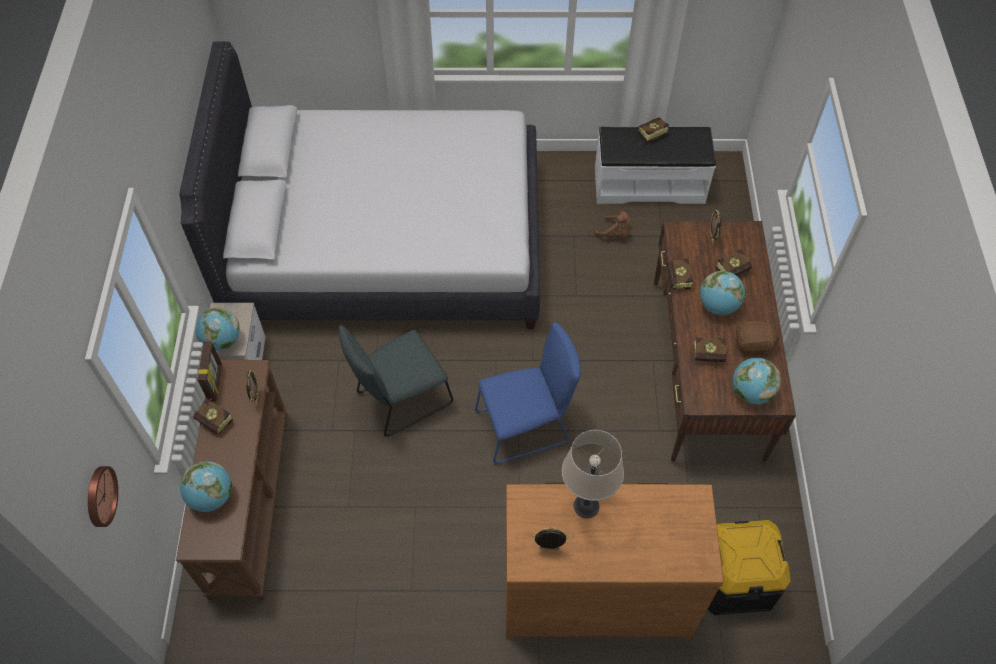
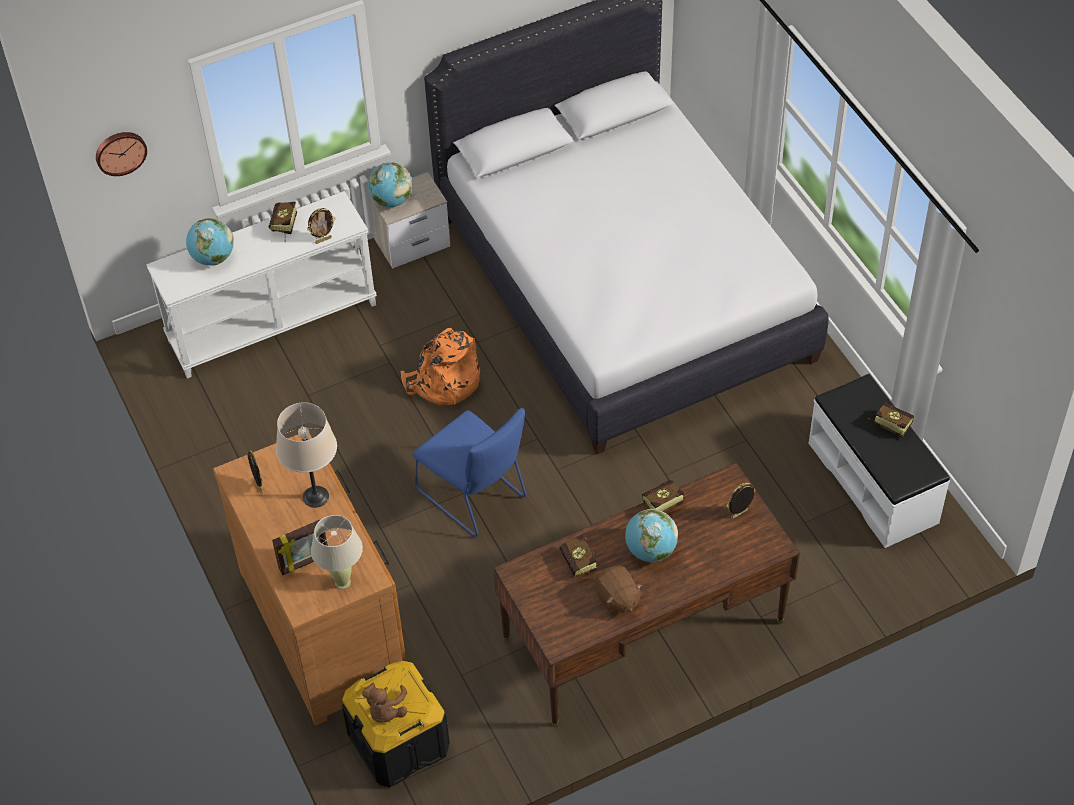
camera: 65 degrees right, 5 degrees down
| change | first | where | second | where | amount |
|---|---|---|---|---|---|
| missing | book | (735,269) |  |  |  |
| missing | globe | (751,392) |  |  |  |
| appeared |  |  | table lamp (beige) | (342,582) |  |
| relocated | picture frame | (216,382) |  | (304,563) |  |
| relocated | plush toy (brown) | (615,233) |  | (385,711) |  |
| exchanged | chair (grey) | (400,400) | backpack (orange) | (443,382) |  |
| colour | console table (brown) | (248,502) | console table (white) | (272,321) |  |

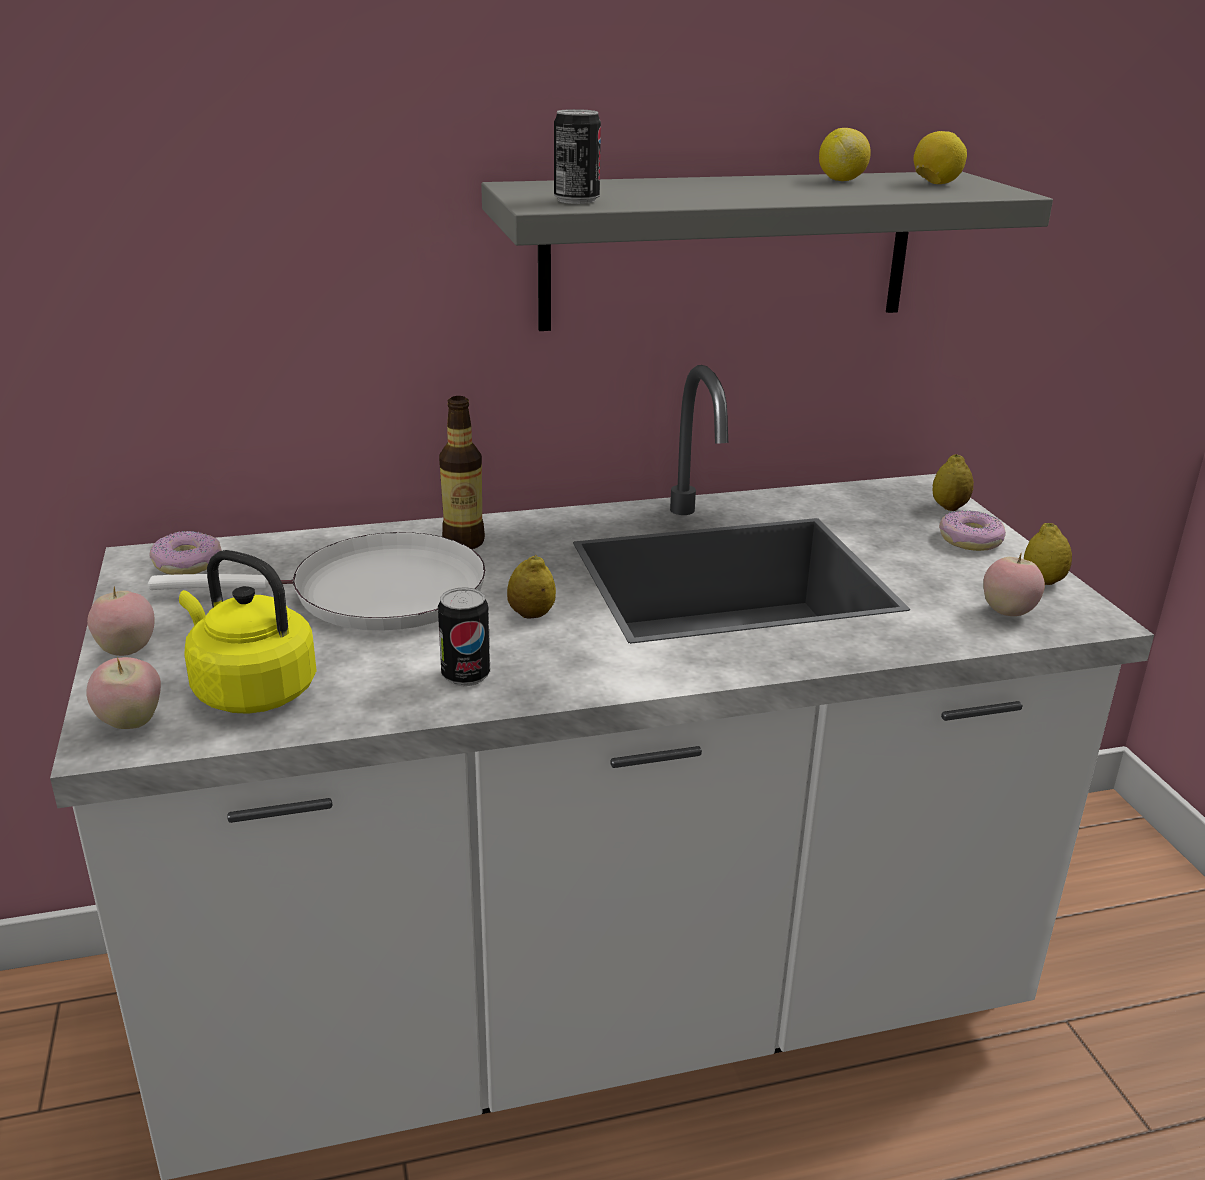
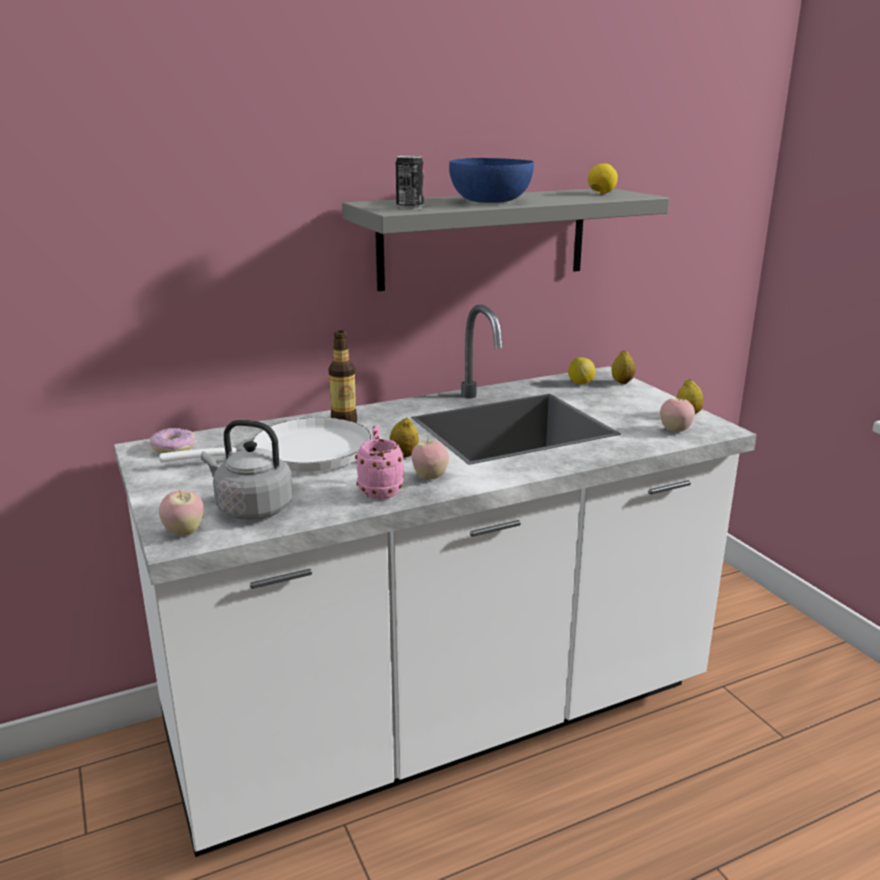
camera: 10 degrees left, 5 degrees down
| change | first | where | second | where | amount |
|---|---|---|---|---|---|
| missing | donut | (970,540) |  |  |  |
| appeared |  |  | bowl (blue) | (491,201) |  |
| relocated | apple | (127,651) |  | (430,477) |  |
| relocated | lemon | (841,180) |  | (580,383) |  |
| exchanged | can | (465,675) | mug (pink) | (379,489) |  |
| colour | kettle (yellow) | (250,690) | kettle (grey) | (251,509) |  |

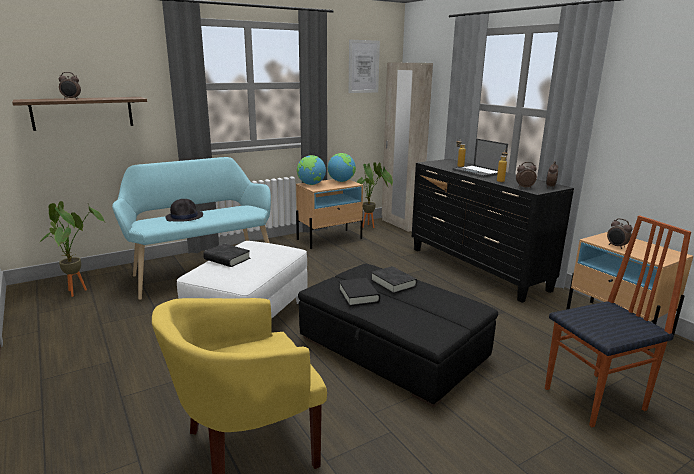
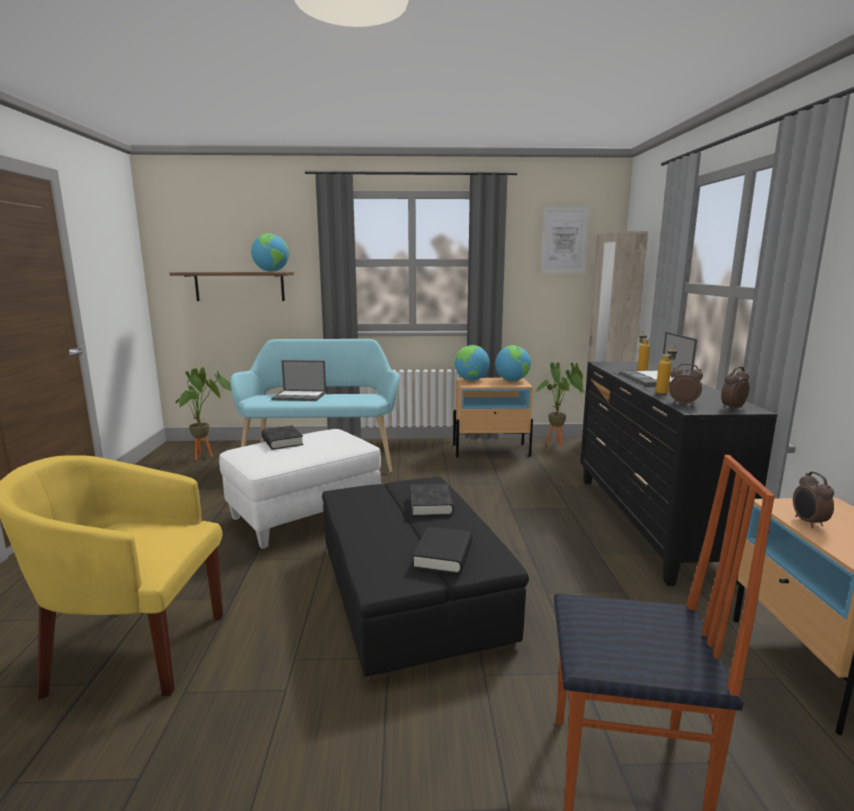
camera: 30 degrees right, 5 degrees down
| change | first | where | second | where | amount |
|---|---|---|---|---|---|
| missing | alarm clock | (71,99) |  |  |  |
| appeared |  |  | globe | (271,271) |  |
| relocated | book (black) | (358,295) |  | (443,555) |  |
| exchanged | hat (black) | (184,217) | laptop | (300,396) |  |

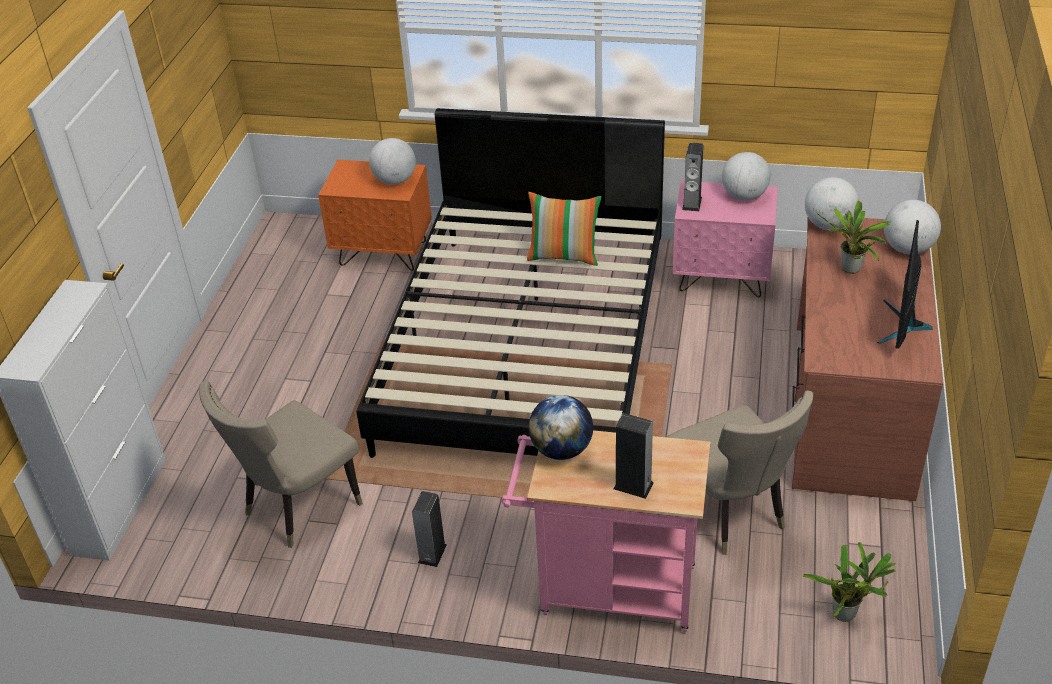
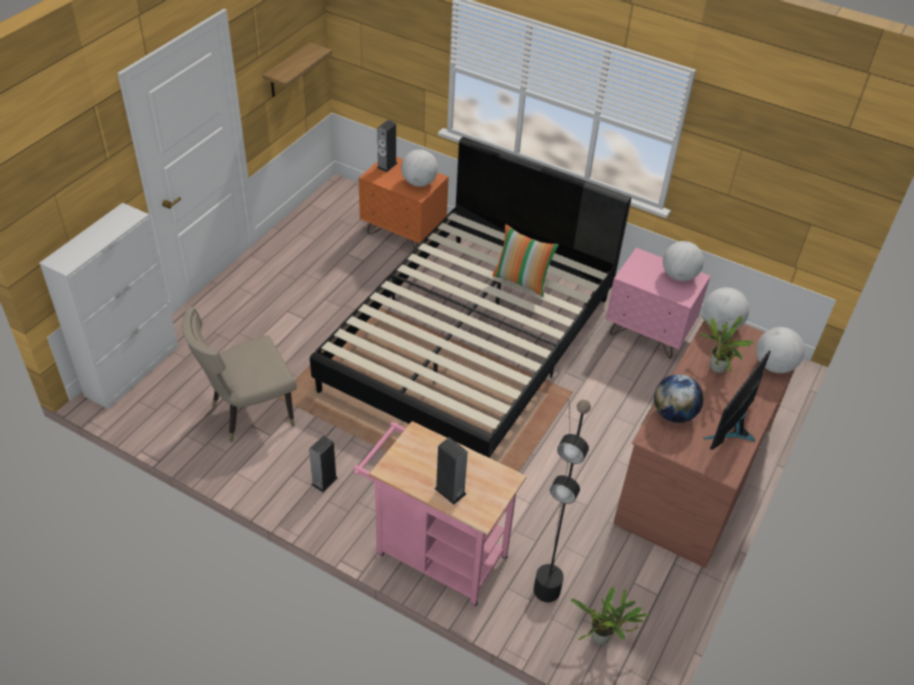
camera: 15 degrees right, 5 degrees up
| change | first | where | second | where | amount |
|---|---|---|---|---|---|
| appeared |  |  | shelf | (287,71) |  |
| relocated | globe | (561,450) |  | (673,414) |  |
| relocated | speaker | (692,203) |  | (387,165) |  |
| exchanged | chair (beige) | (731,515) | floor lamp (black) | (555,529) |  |

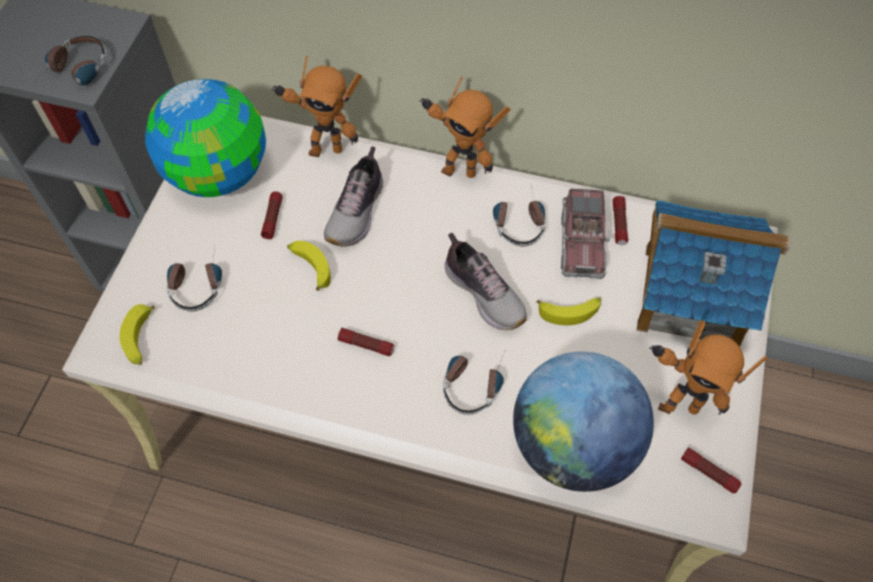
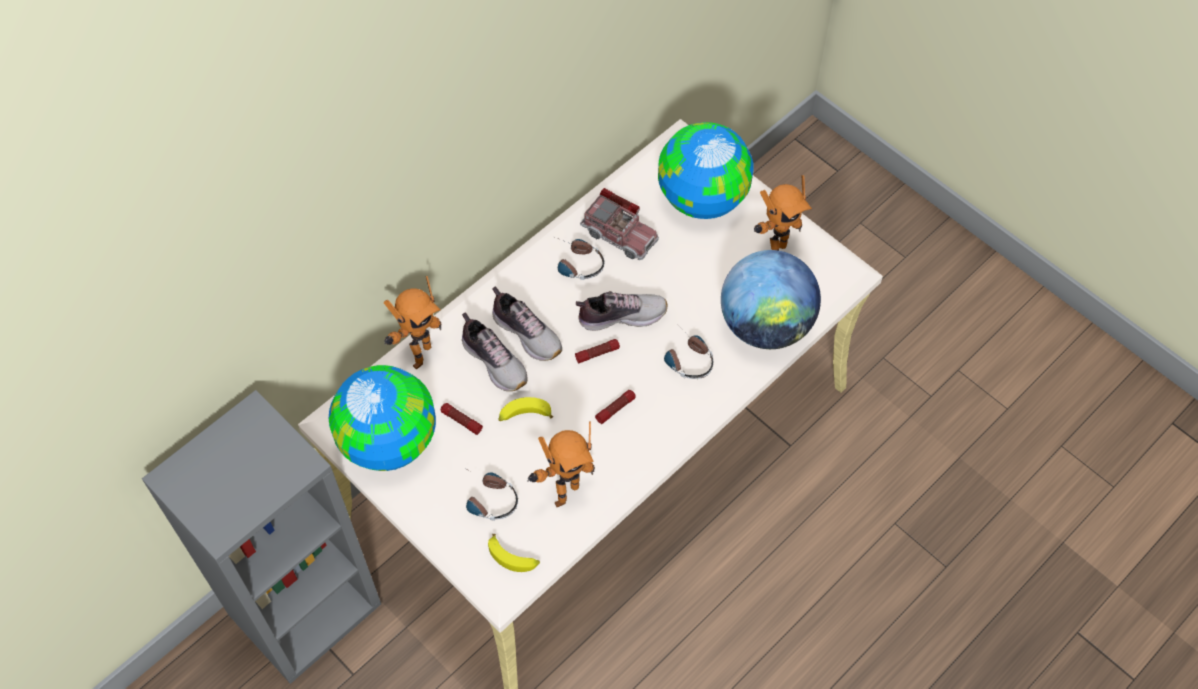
camera: 60 degrees left, 0 degrees up
| change | first | where | second | where | amount |
|---|---|---|---|---|---|
| missing | headphones | (75,73) |  |  |  |
| missing | banana | (570,311) |  |  |  |
| appeared |  |  | shoe | (527,333) |  |
| relocated | toy robot | (459,169) |  | (563,492) |  |
| relocated | flashlight | (709,473) |  | (597,353) |  |
| exchanged | toy house | (690,295) | globe | (701,198) |  |

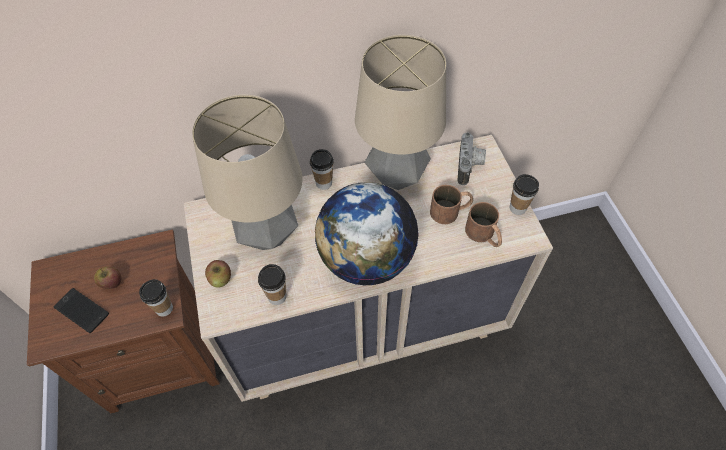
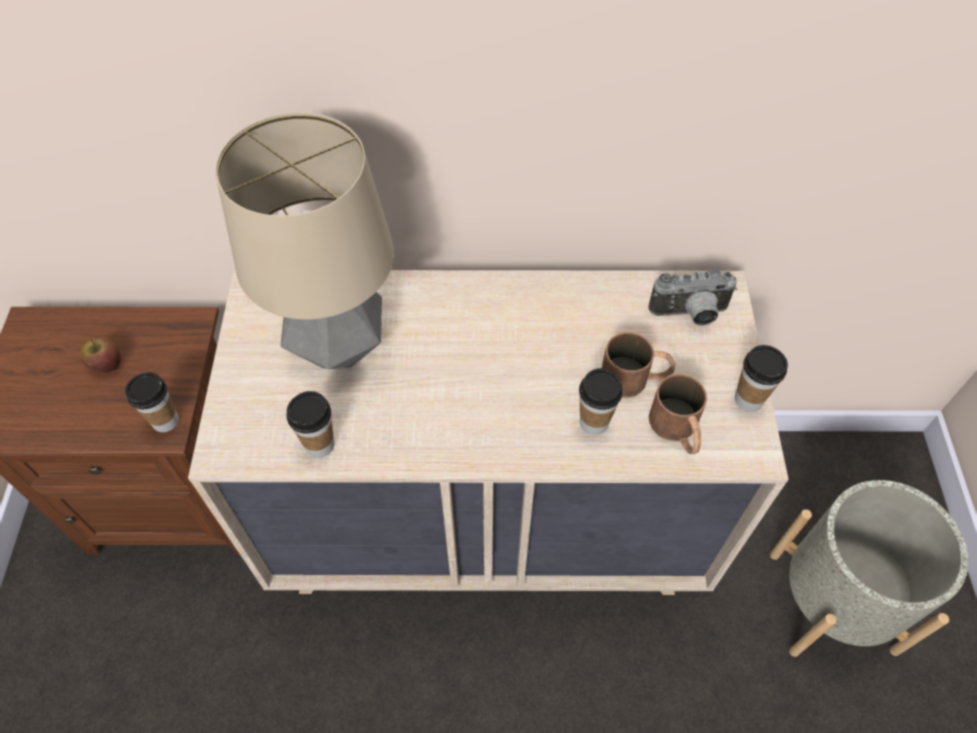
camera: 15 degrees right, 0 degrees up
| change | first | where | second | where | amount |
|---|---|---|---|---|---|
| missing | phone | (81,310) |  |  |  |
| missing | apple | (220,279) |  |  |  |
| missing | globe | (366,259) |  |  |  |
| missing | table lamp | (396,176) |  |  |  |
| appeared |  |  | planter (grey) | (832,601) |  |
| relocated | cup | (324,183) |  | (594,422) |  |
| spun | photo camera | (470,167) |  | (690,315) | 60 degrees clockwise |

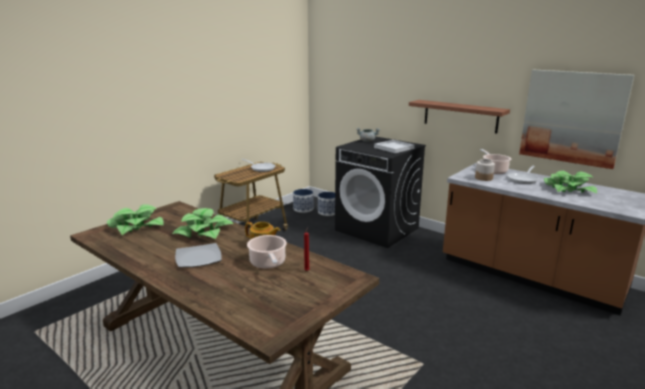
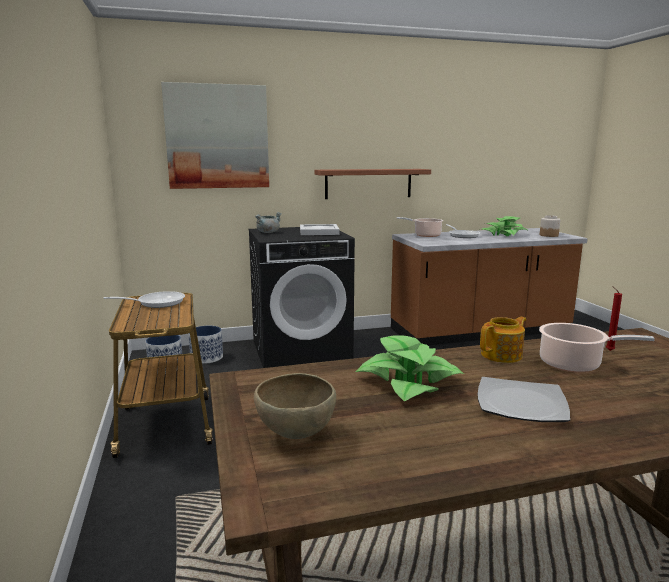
camera: 55 degrees left, 5 degrees down
| change | first | where | second | where | amount |
|---|---|---|---|---|---|
| relocated | jar | (484,178) |  | (548,235) |  |
| relocated | picture | (572,117) |  | (217,137) |  |
| exchanged | potted plant | (136,226) | bowl (brown) | (295,435) |  |

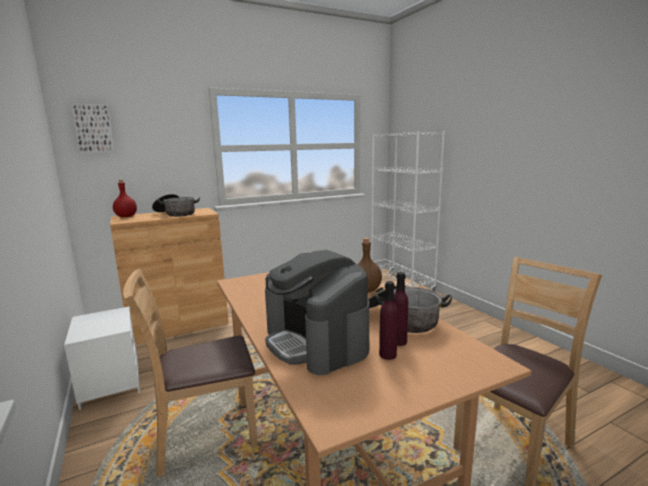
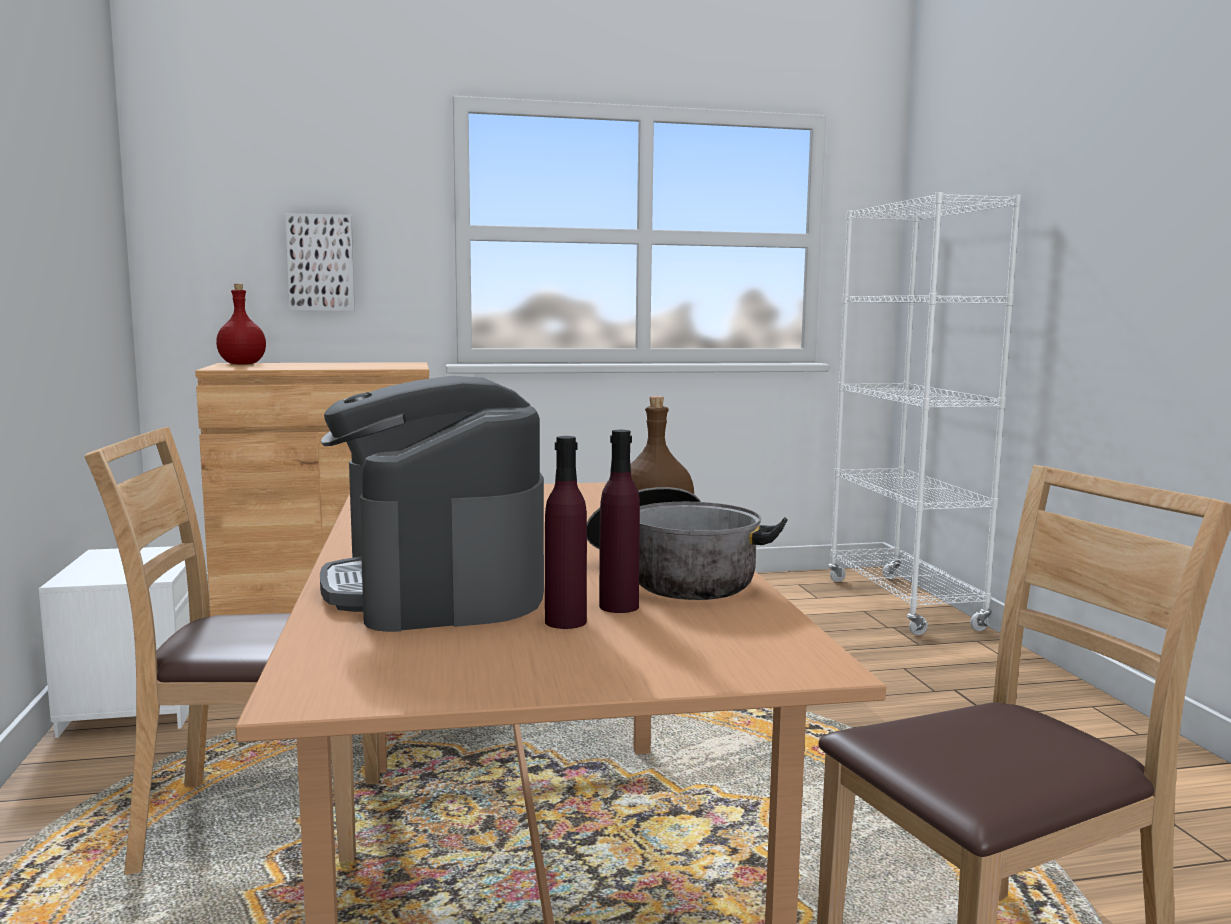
camera: 15 degrees right, 5 degrees down
| change | first | where | second | where | amount |
|---|---|---|---|---|---|
| missing | cooking pot | (176,214) |  |  |  |
| relocated | picture | (94,128) |  | (321,263) |  |

